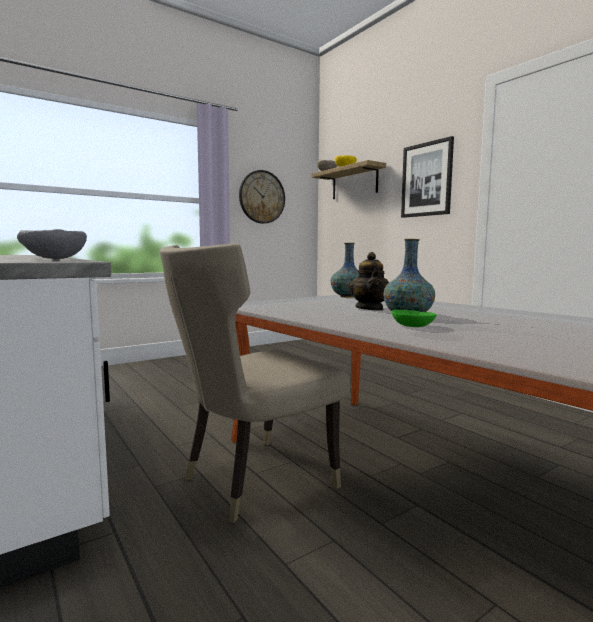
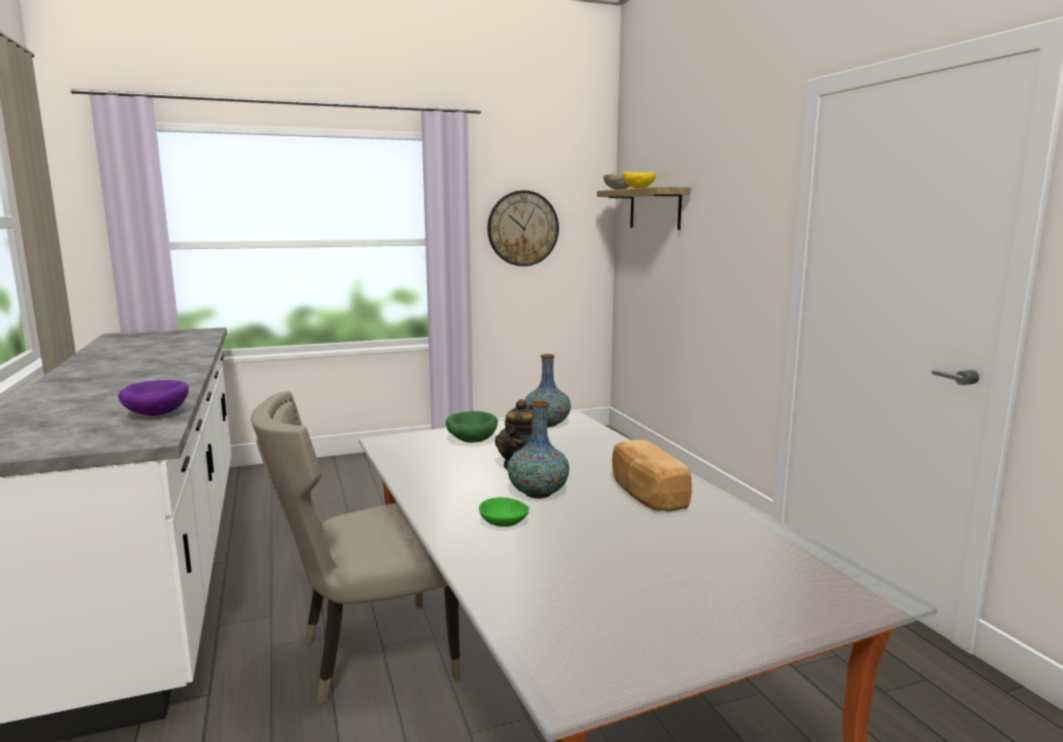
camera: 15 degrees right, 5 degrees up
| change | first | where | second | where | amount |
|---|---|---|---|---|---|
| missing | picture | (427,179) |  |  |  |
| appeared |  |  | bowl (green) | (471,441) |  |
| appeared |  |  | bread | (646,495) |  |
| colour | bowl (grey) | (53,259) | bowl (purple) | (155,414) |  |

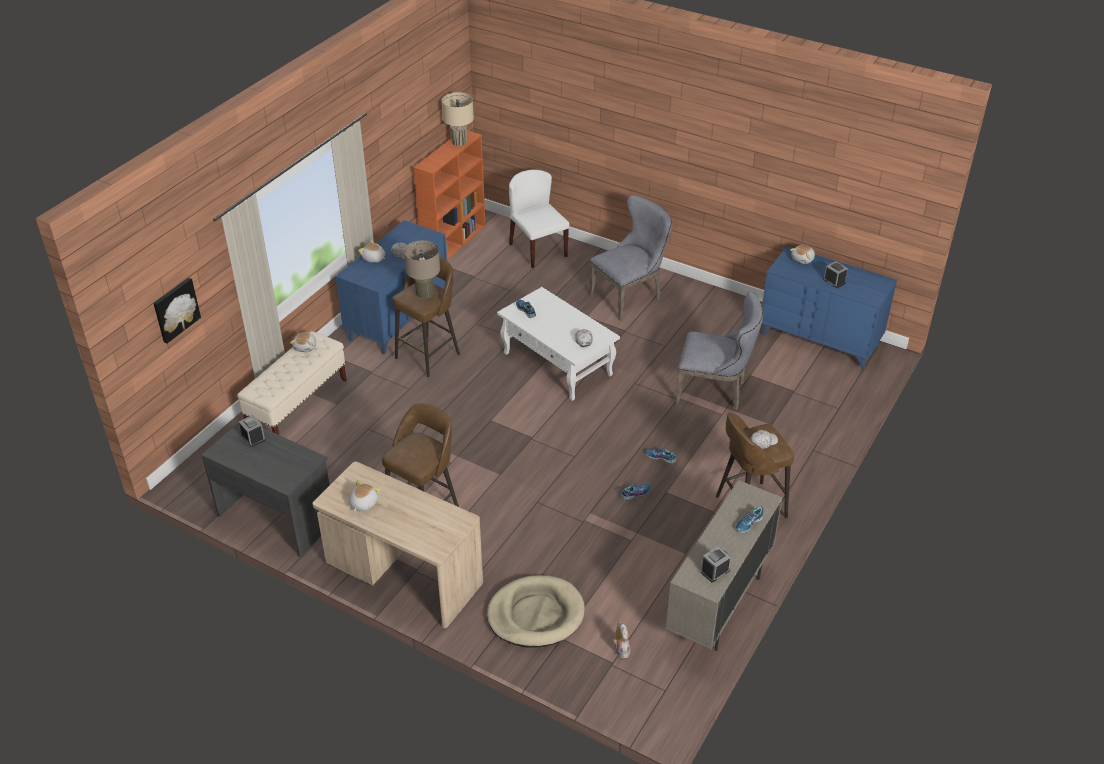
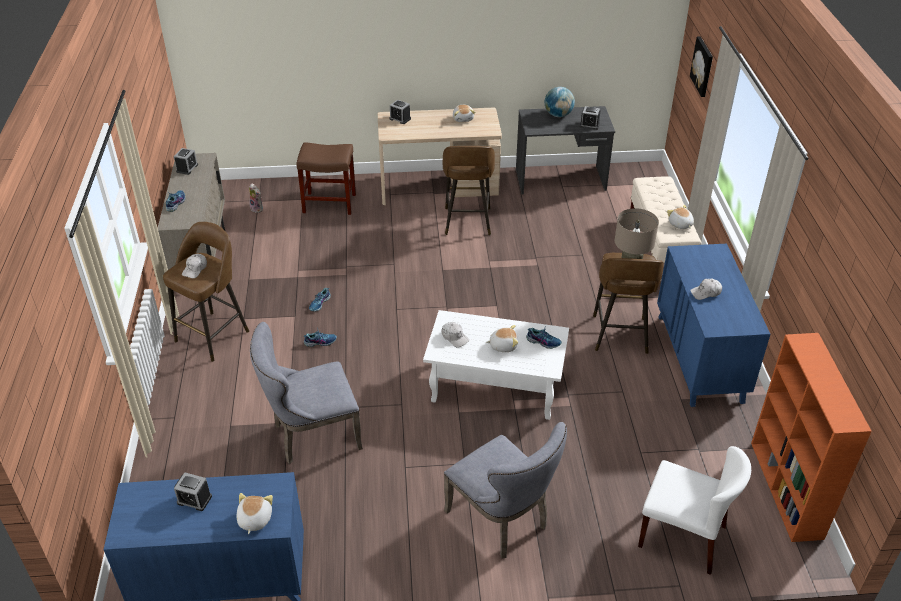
camera: 145 degrees right, 0 degrees up
| change | first | where | second | where | amount |
|---|---|---|---|---|---|
| missing | table lamp (beige) | (459,141) |  |  |  |
| appeared |  |  | alarm clock | (400,119) |  |
| appeared |  |  | globe | (558,115) |  |
| relocated | plush toy | (374,259) |  | (503,345) |  |
| exchanged | dog bed (beige) | (535,614) | stool (brown) | (330,203) |  |
| spun | chair (grey) | (630,296) |  | (503,521) | 60 degrees counterclockwise |

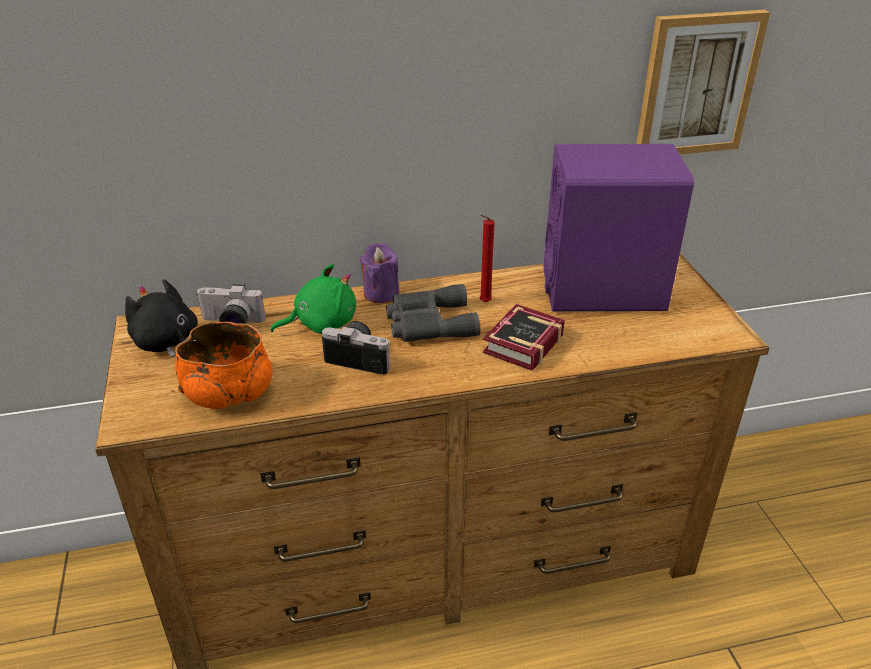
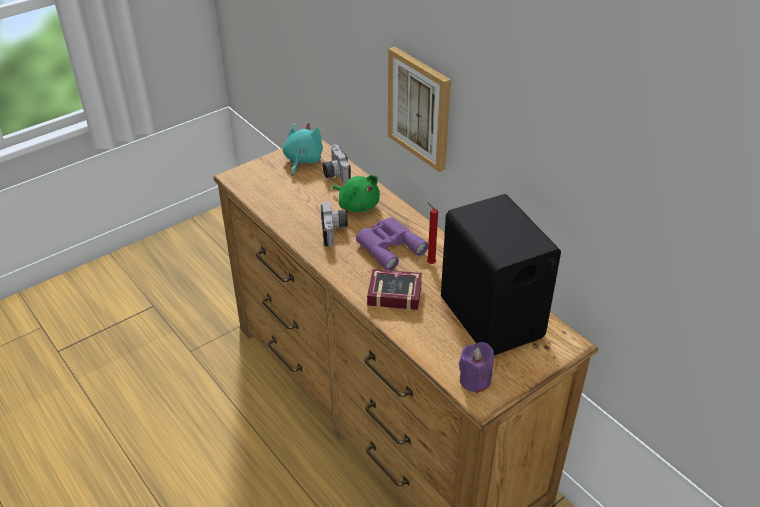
camera: 65 degrees right, 5 degrees up
| change | first | where | second | where | amount |
|---|---|---|---|---|---|
| missing | bowl (orange) | (229,392) |  |  |  |
| relocated | candle (purple) | (381,293) |  | (475,380) |  |
| relocated | picture | (697,84) |  | (420,108) |  |
| colour | plush toy (black) | (168,343) | plush toy (turquoise) | (302,160) |  |
| colour | binoculars (grey) | (428,323) | binoculars (purple) | (388,246) |  |
| colour | speaker (purple) | (603,290) | speaker (black) | (492,318) |  |

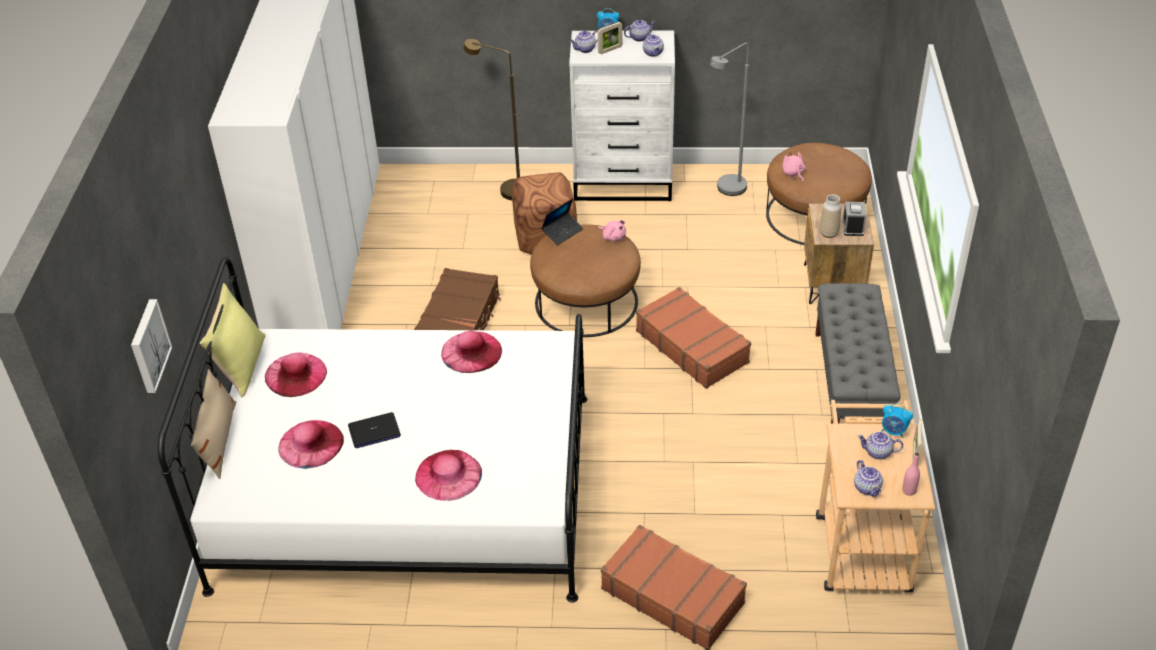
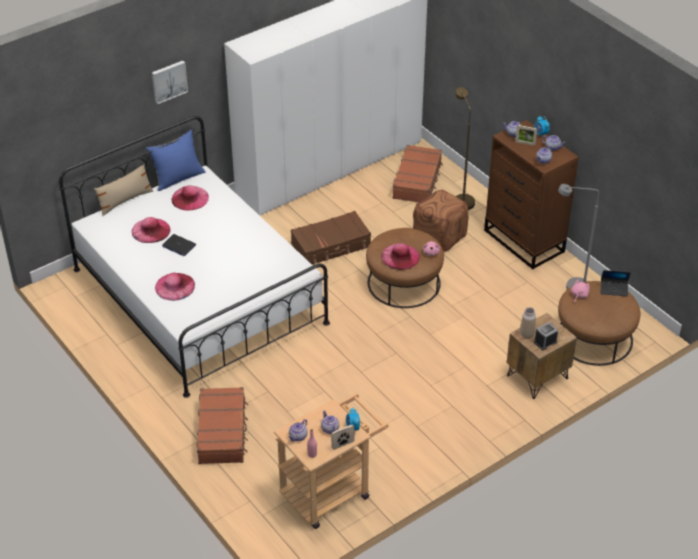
camera: 50 degrees right, 0 degrees up
| change | first | where | second | where | amount |
|---|---|---|---|---|---|
| missing | bench (grey) | (850,386) |  |  |  |
| relocated | picture | (148,346) |  | (169,81) |  |
| relocated | hat (pink) | (471,352) |  | (400,256) |  |
| relocated | laptop | (562,232) |  | (614,289) |  |
| relocated | suitcase (brown) | (692,346) |  | (417,181) |  |
| colour | pillow (yellow) | (241,366) | pillow (blue) | (178,178) |  |
| colour | dresser (white) | (624,183) | dresser (brown) | (524,241) |  |

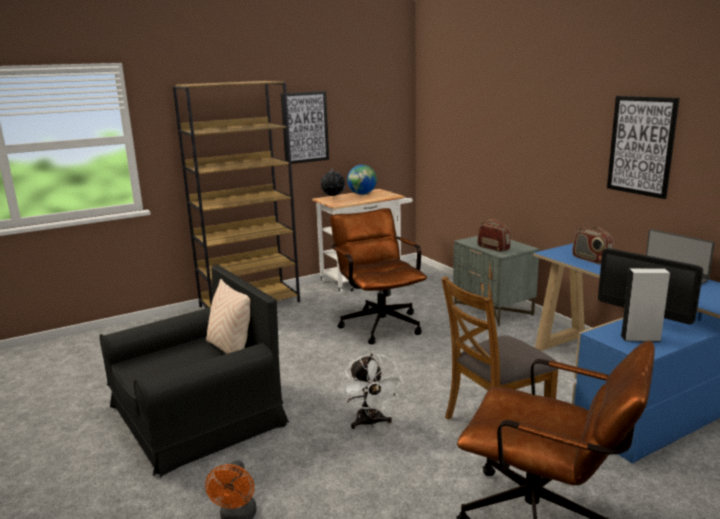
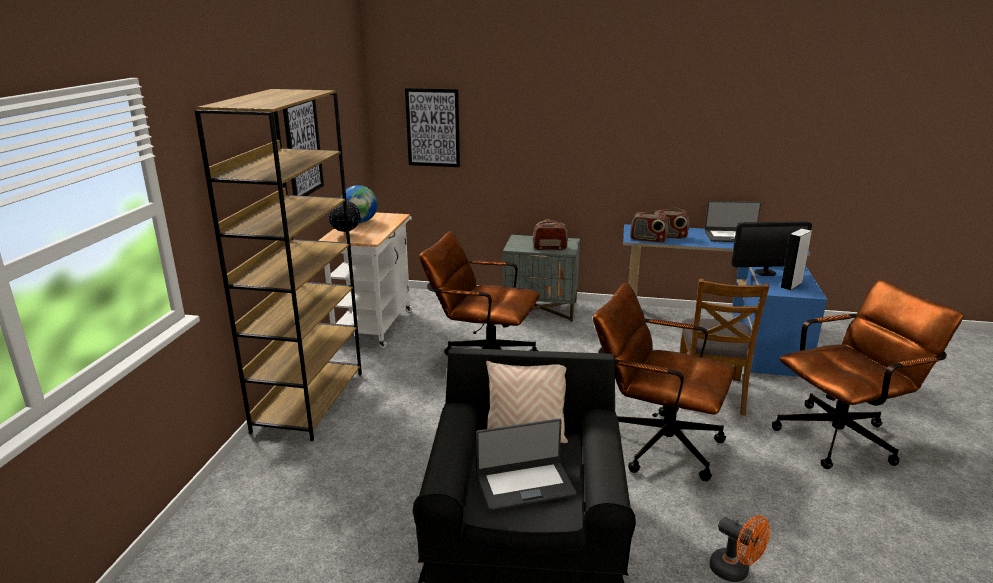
camera: 50 degrees left, 5 degrees up
| change | first | where | second | where | amount |
|---|---|---|---|---|---|
| appeared |  |  | laptop | (525,484) |  |
| appeared |  |  | radio | (648,240) |  |
| relocated | picture | (641,146) |  | (433,128) |  |
| exchanged | fan (white) | (370,423) | office chair (brown) | (655,443) |  |

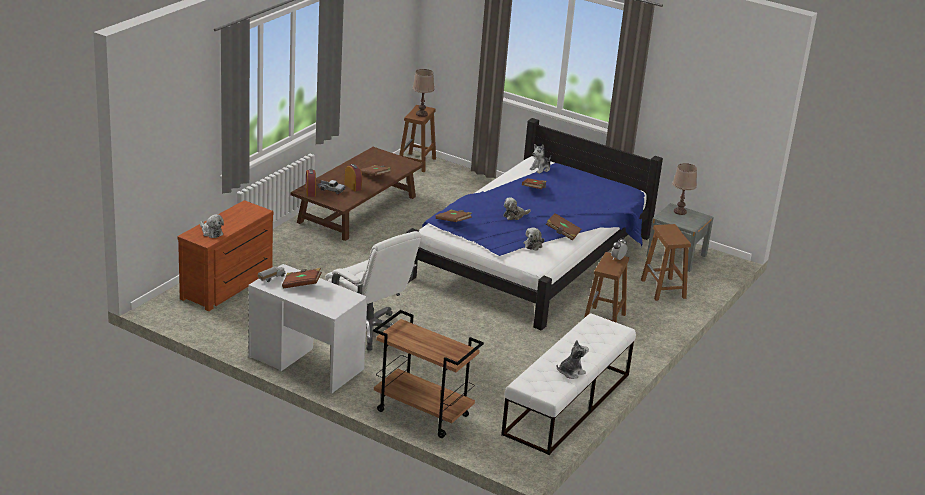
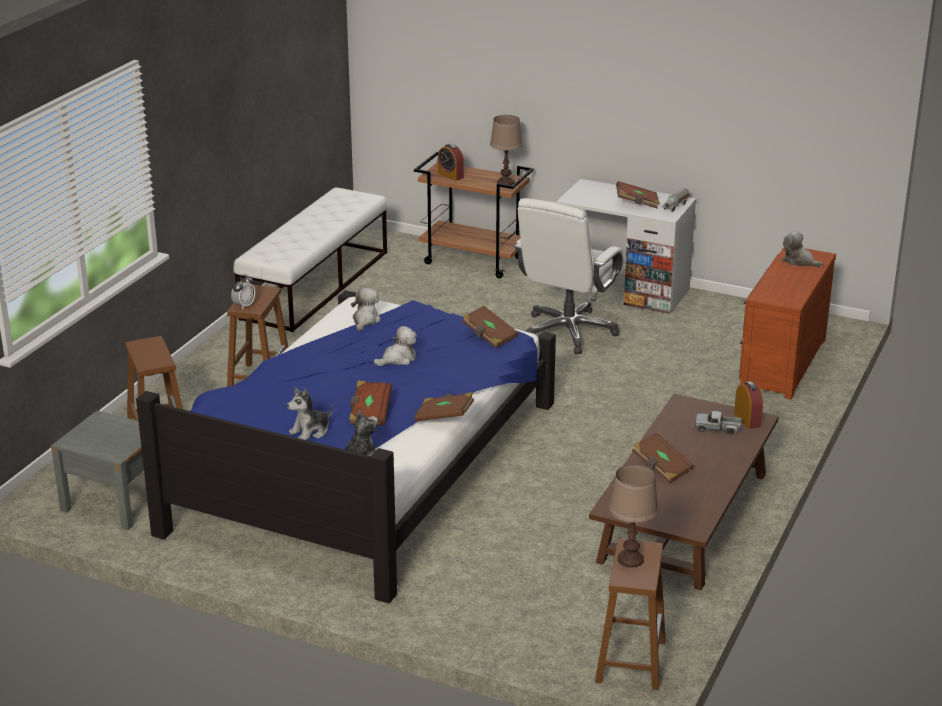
camera: 175 degrees right, 0 degrees up
| change | first | where | second | where | amount |
|---|---|---|---|---|---|
| relocated | alarm clock | (353,186) |  | (450,175) |  |
| relocated | book (brown) | (562,233) |  | (444,417) |  |
| relocated | plush toy | (570,372) |  | (310,432) |  |
| relocated | table lamp (brown) | (679,211) |  | (506,183) |  |
| spun | office chair (white) | (369,330) |  | (568,332) | 105 degrees counterclockwise |

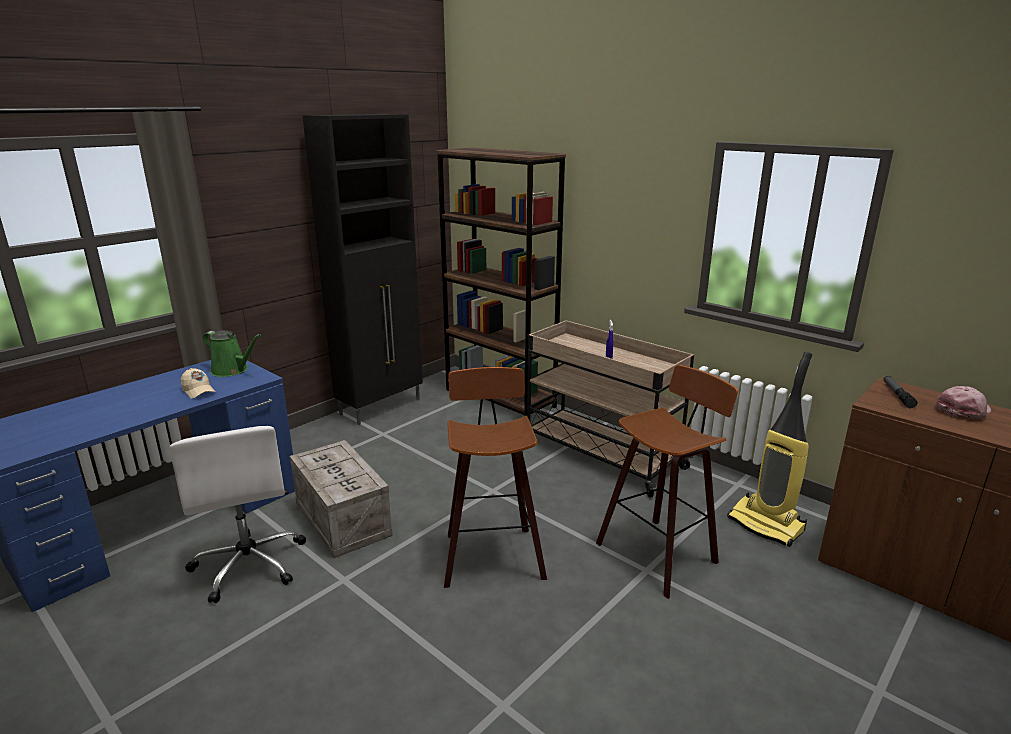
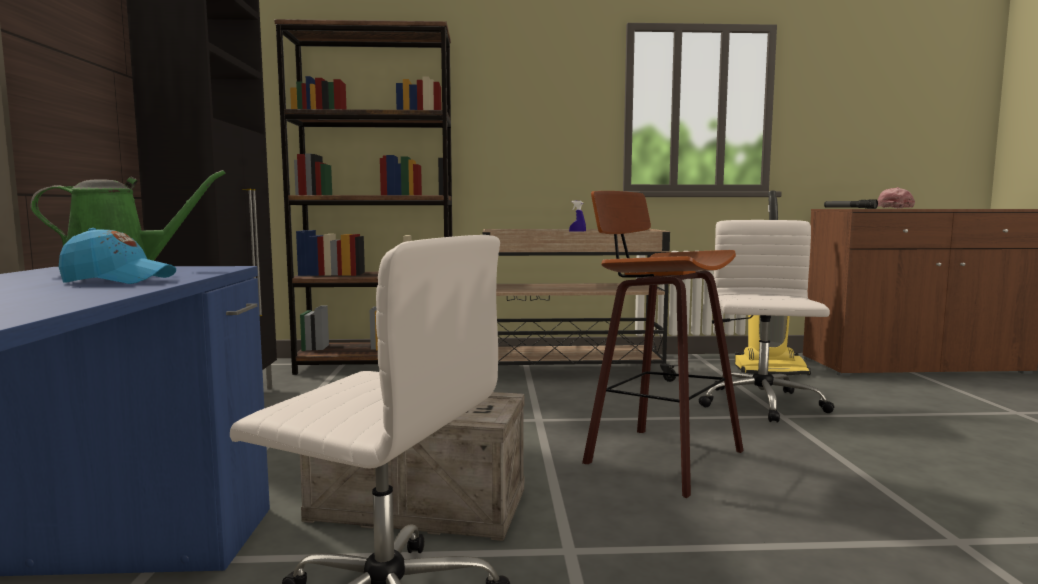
camera: 45 degrees left, 15 degrees down
| change | first | where | second | where | amount |
|---|---|---|---|---|---|
| exchanged | stool | (660,552) | office chair (white) | (761,404) |  |
| colour | cap (beige) | (198,391) | cap (blue) | (118,281) |  |

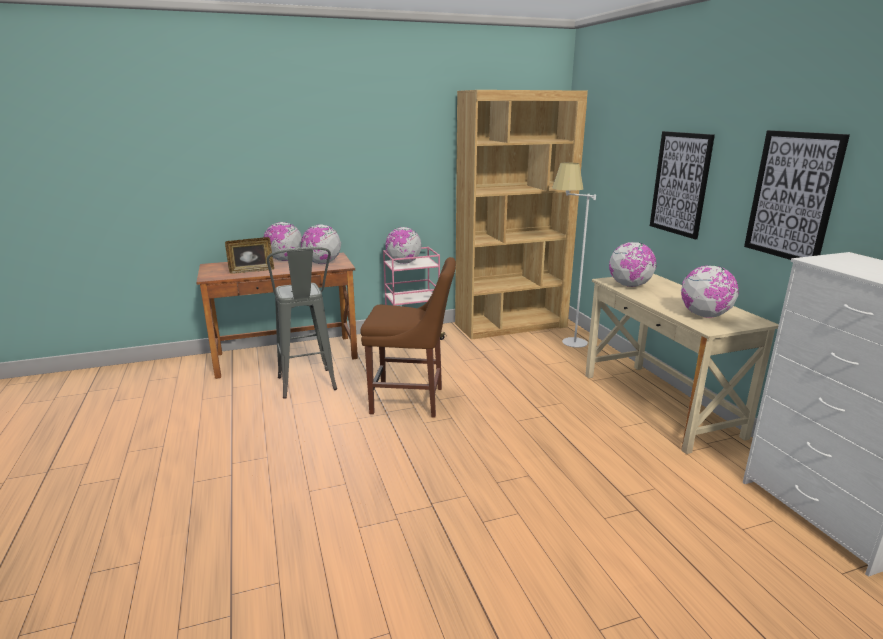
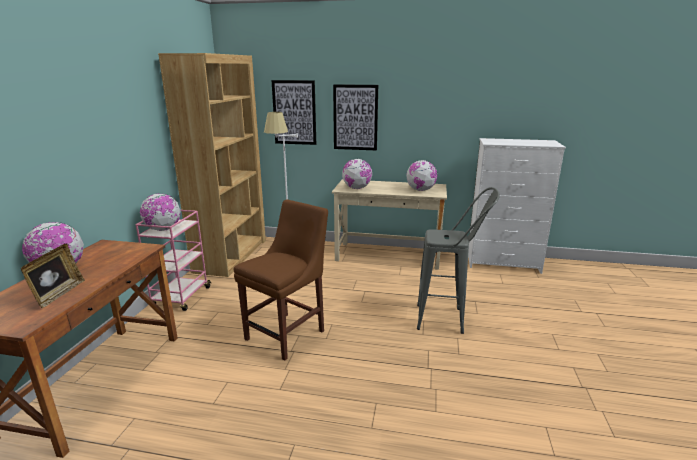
camera: 60 degrees left, 0 degrees up
| change | first | where | second | where | amount |
|---|---|---|---|---|---|
| missing | globe | (322,263) |  |  |  |
| relocated | stool (grey) | (308,388) |  | (449,319) |  |
| relocated | picture | (792,196) |  | (294,112) |  |

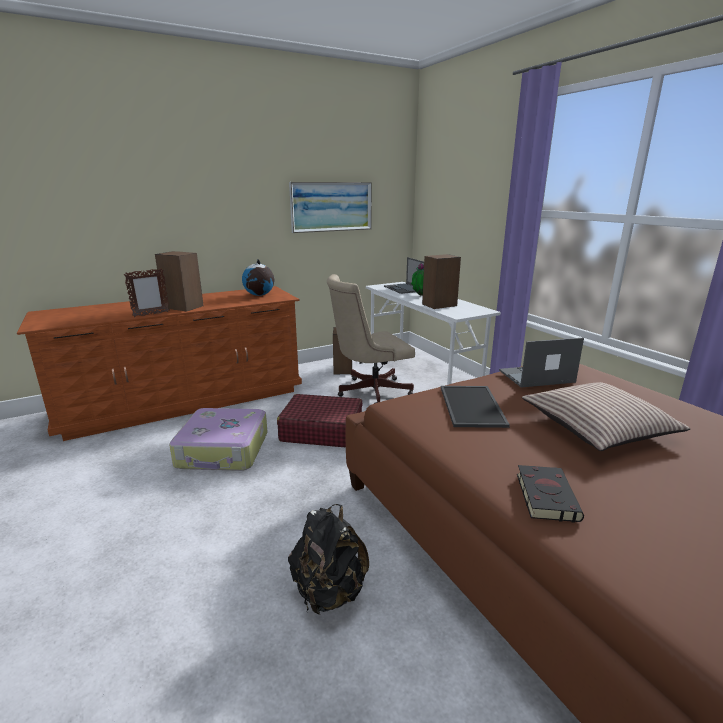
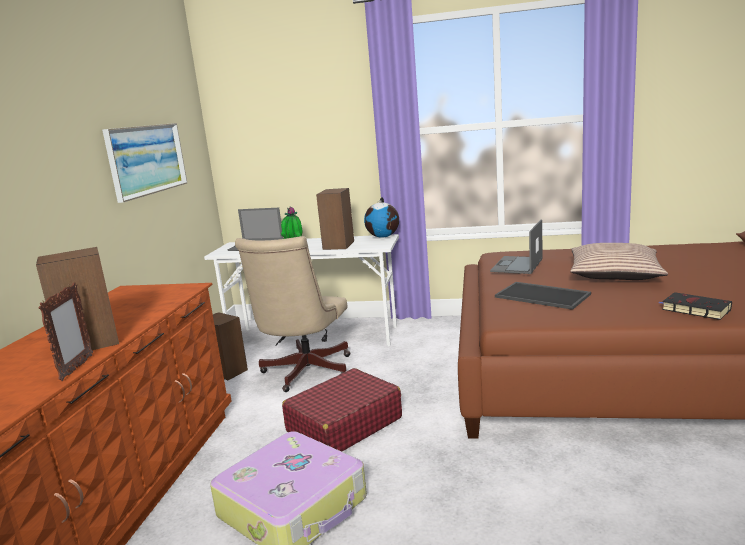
camera: 50 degrees left, 5 degrees down
| change | first | where | second | where | amount |
|---|---|---|---|---|---|
| missing | backpack (black) | (329,592) |  |  |  |
| relocated | globe | (259,295) |  | (383,237) |  |

